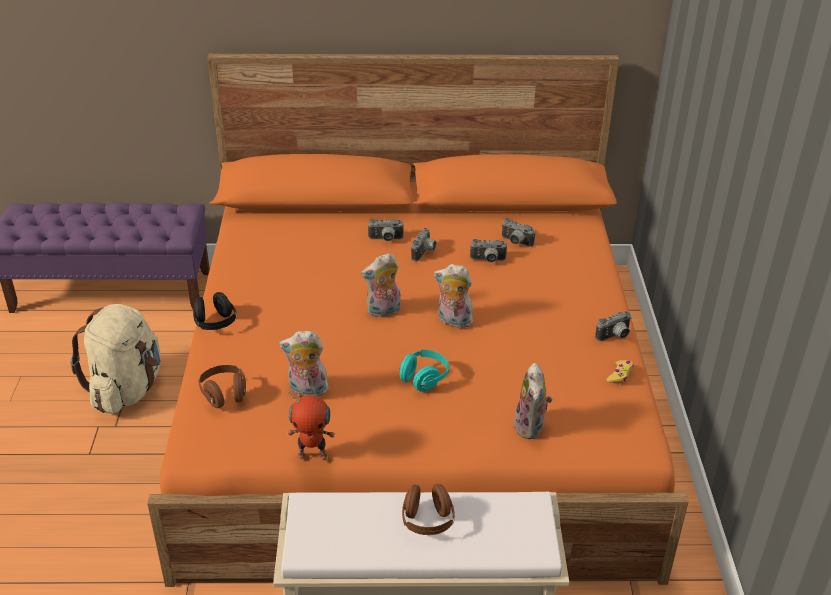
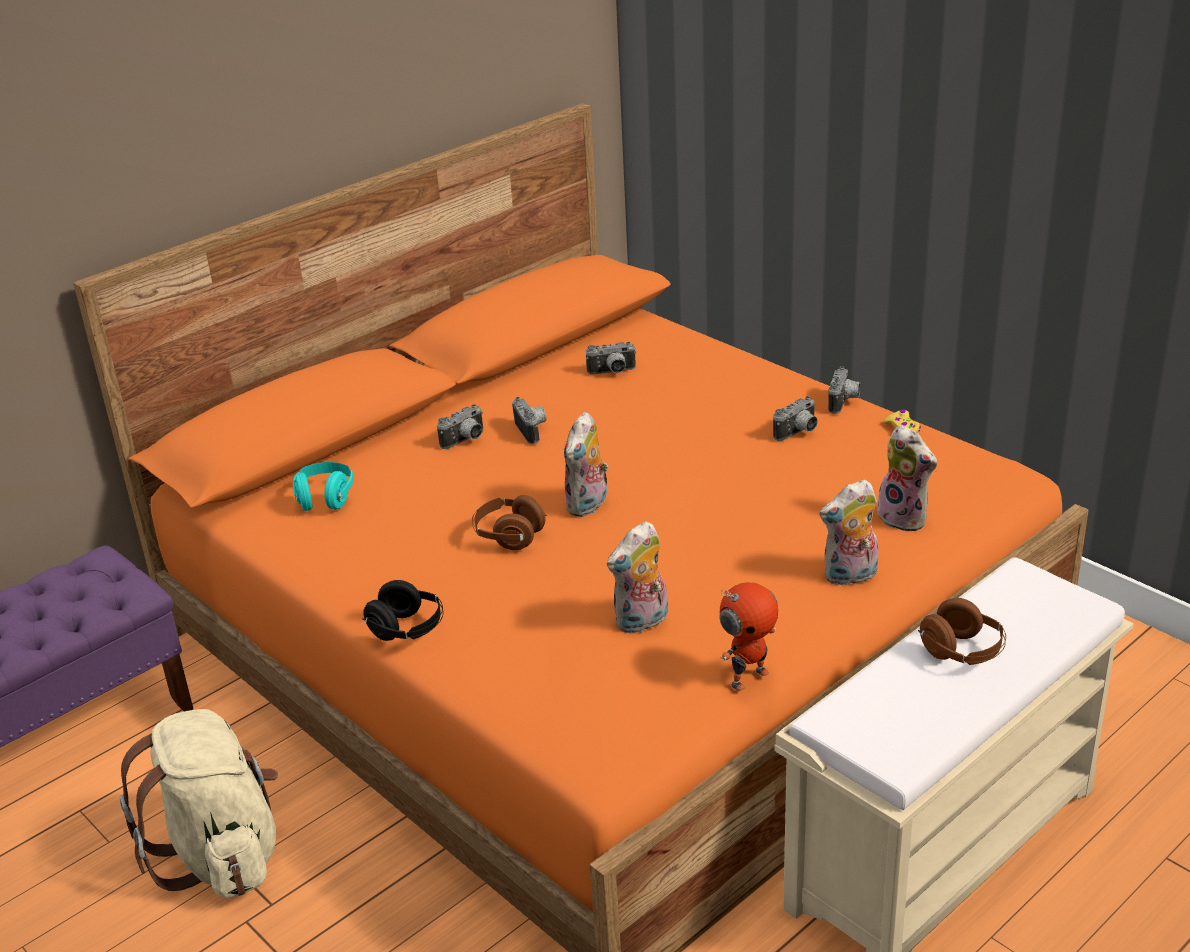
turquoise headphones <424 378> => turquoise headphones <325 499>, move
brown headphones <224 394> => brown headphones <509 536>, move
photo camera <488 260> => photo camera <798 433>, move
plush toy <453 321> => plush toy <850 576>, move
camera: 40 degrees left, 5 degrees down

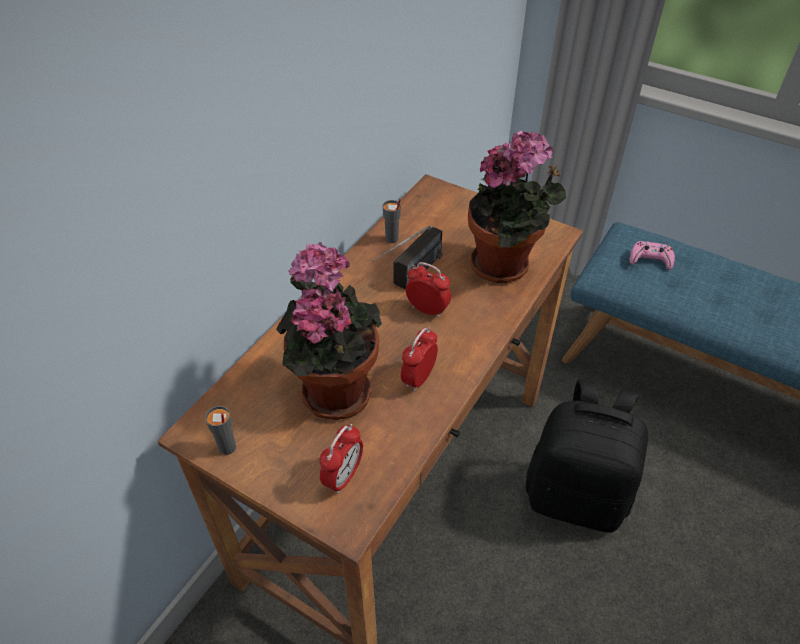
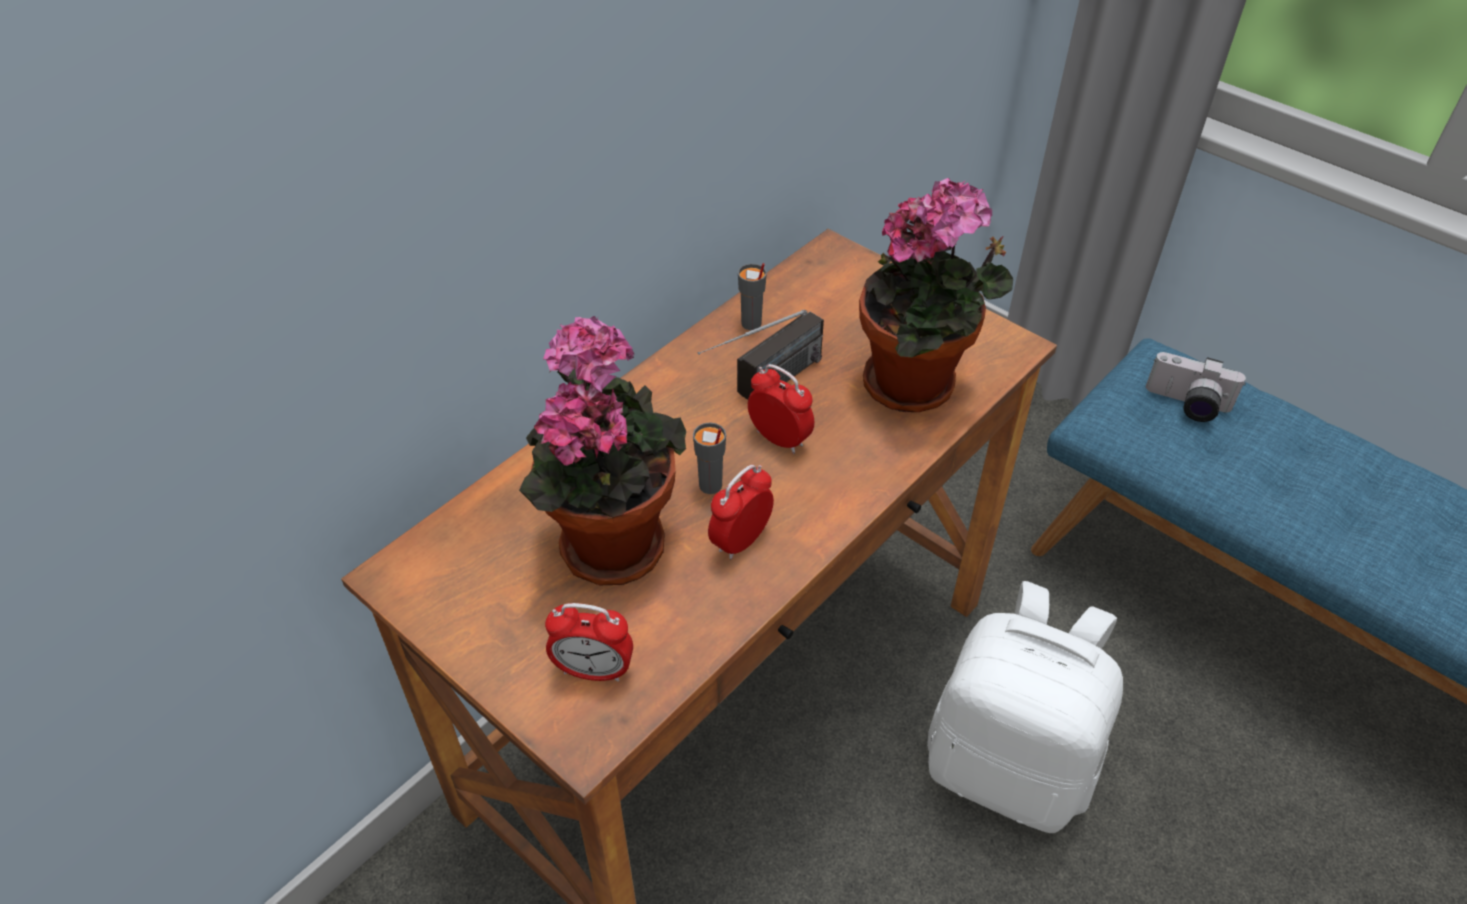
alarm clock <343 477> => alarm clock <593 670>, 60 degrees clockwise
grey cup <227 448> => grey cup <710 486>, move
black backpack <576 495> => white backpack <1008 767>
pink game controller <650 259> => photo camera <1186 405>
camera: 10 degrees right, 0 degrees up

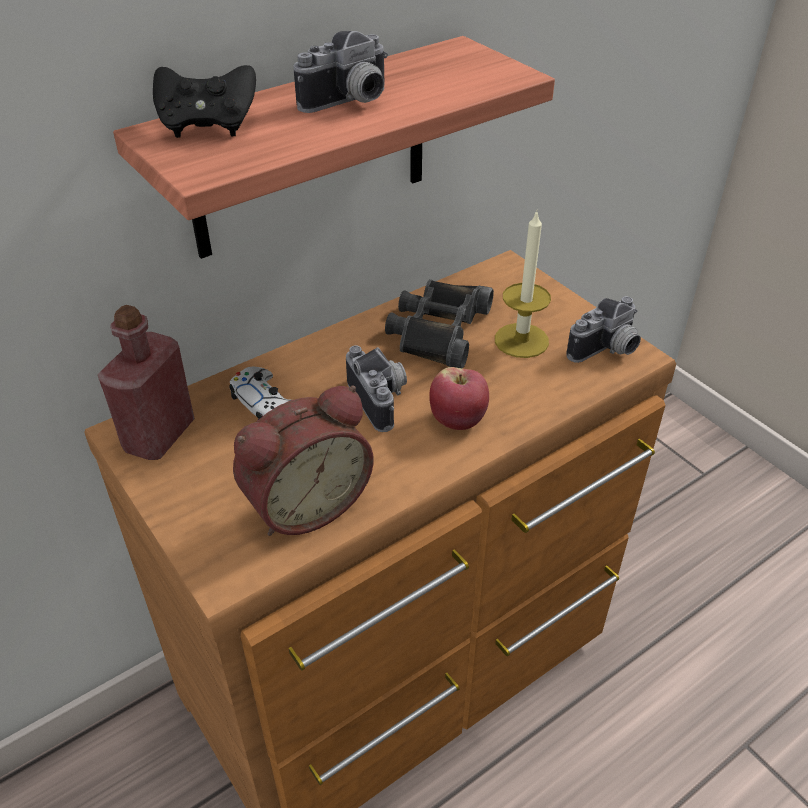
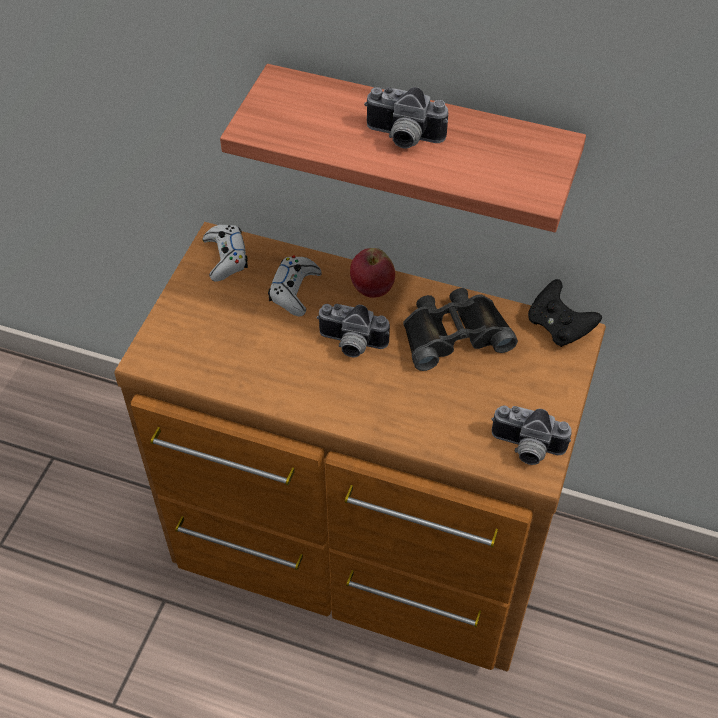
red bottle <159 435> => white game controller <226 257>
photo camera <382 400> => photo camera <351 345>, 75 degrees clockwise
apple <458 421> => apple <372 289>, move
black game controller <208 126> => black game controller <558 327>, move
alarm clock <305 503> => nothing
candle <521 340> => nothing
camera: 55 degrees right, 10 degrees up

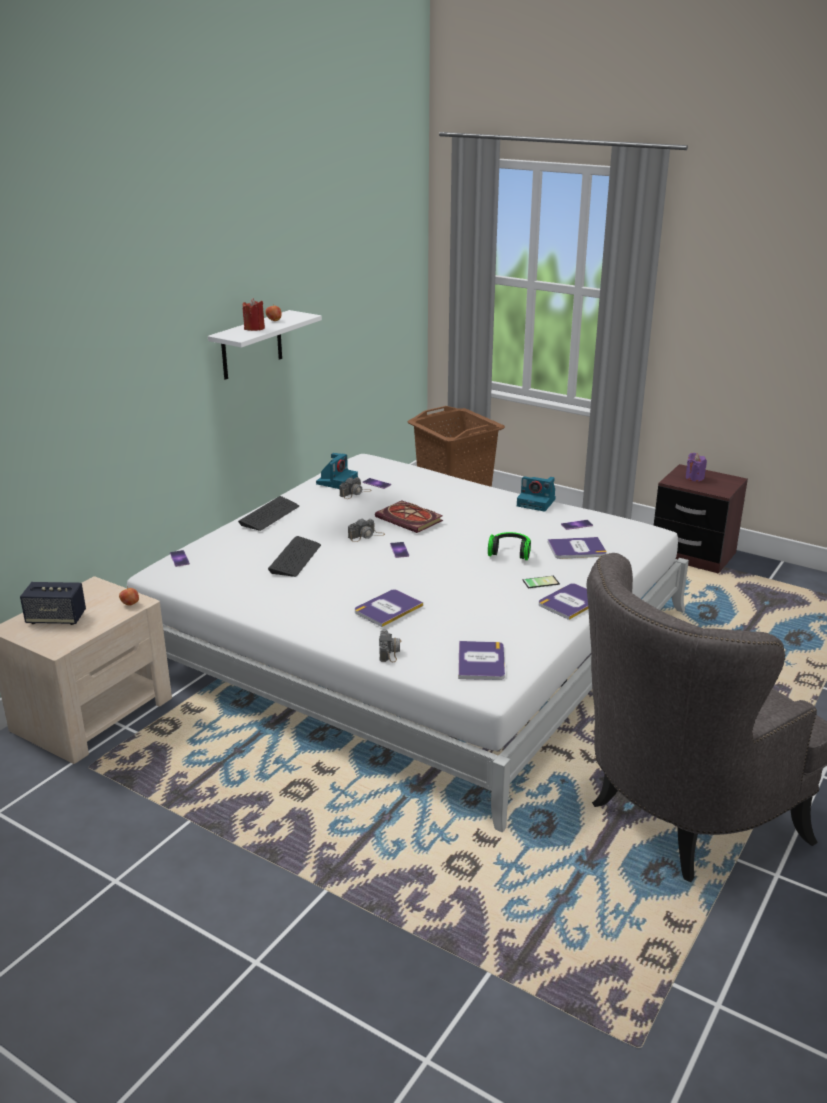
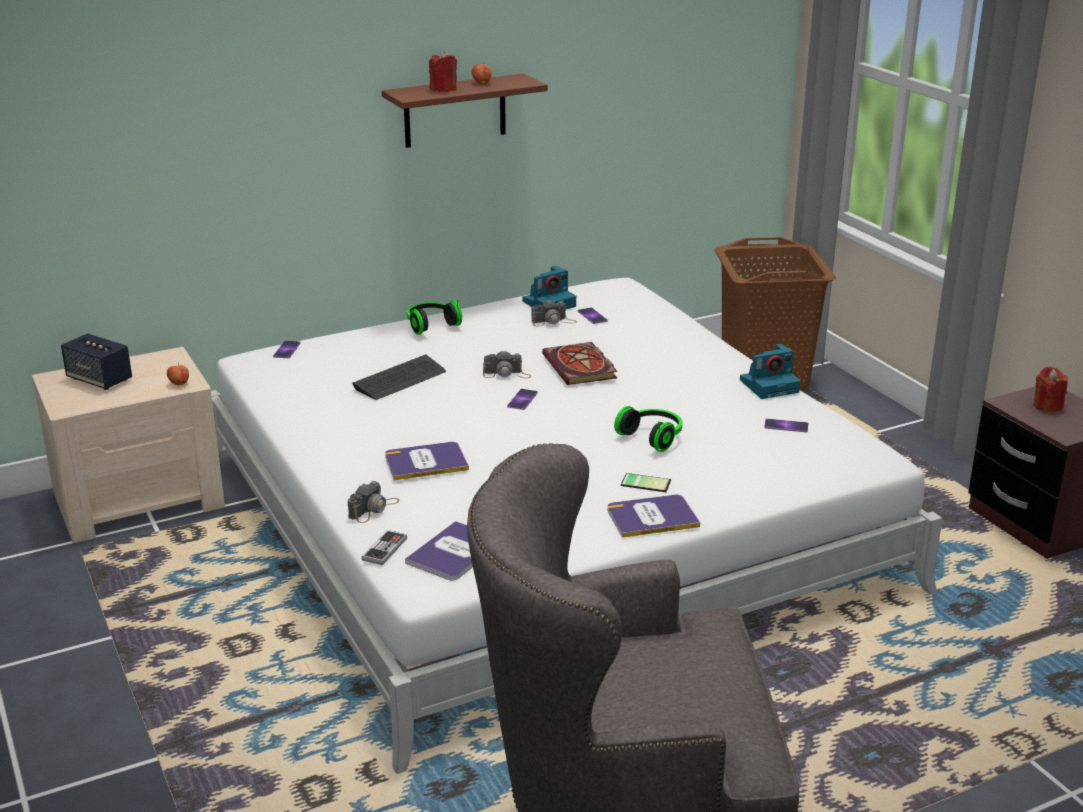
nothing => game controller <384 549>
white shelf <251 345> => brown shelf <455 111>
keyboard <269 515> => headphones <431 325>
photo camera <537 502> => photo camera <770 385>, 75 degrees counterclockwise
purple candle <694 478> => red candle <1047 406>
book <577 549> => nothing
camera: 30 degrees right, 0 degrees up

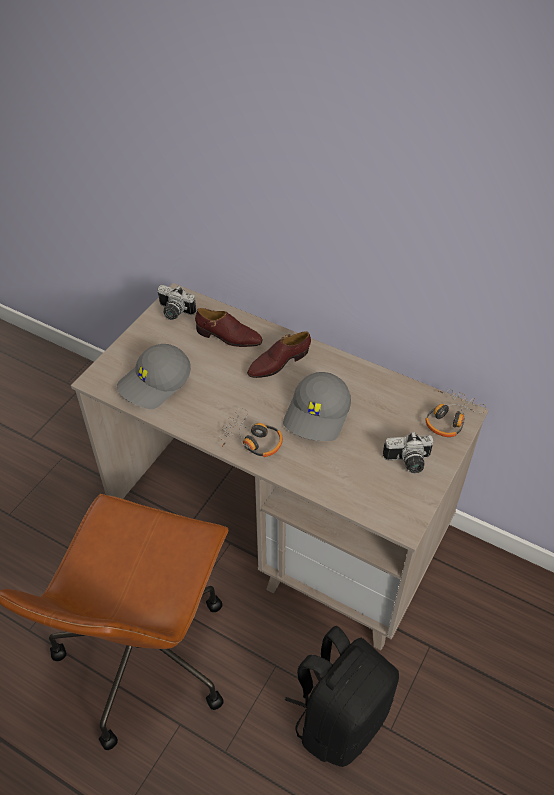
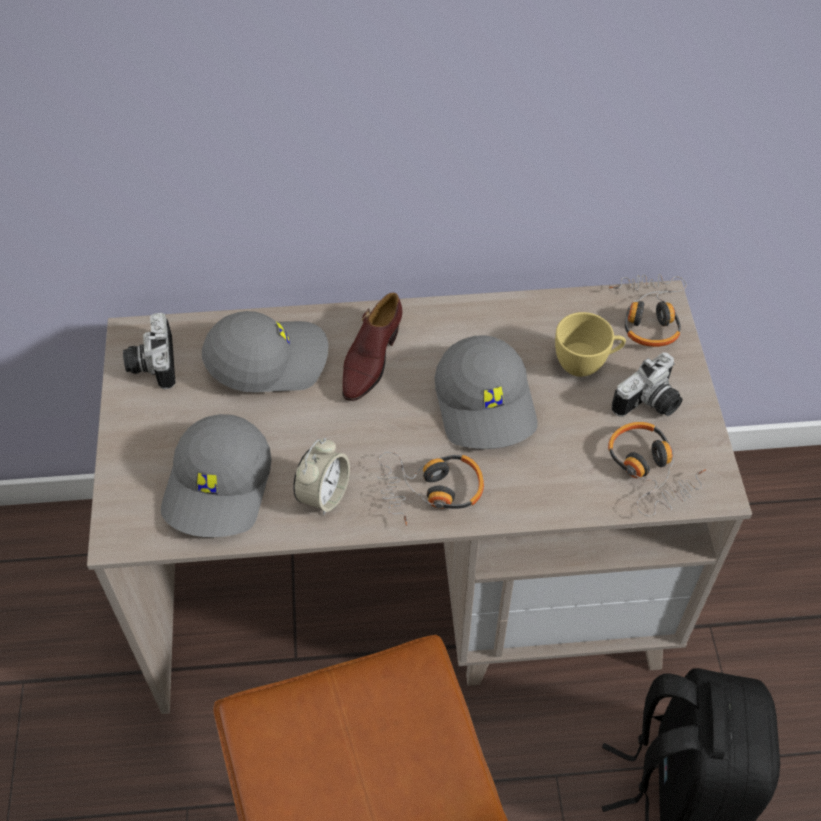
photo camera <174 312> => photo camera <151 364>, 90 degrees clockwise
brown shoe <228 337> => grey cap <267 359>
nothing => alarm clock <323 495>
nothing => yellow cup <586 363>
nothing => headphones <650 472>
camera: 35 degrees left, 5 degrees up

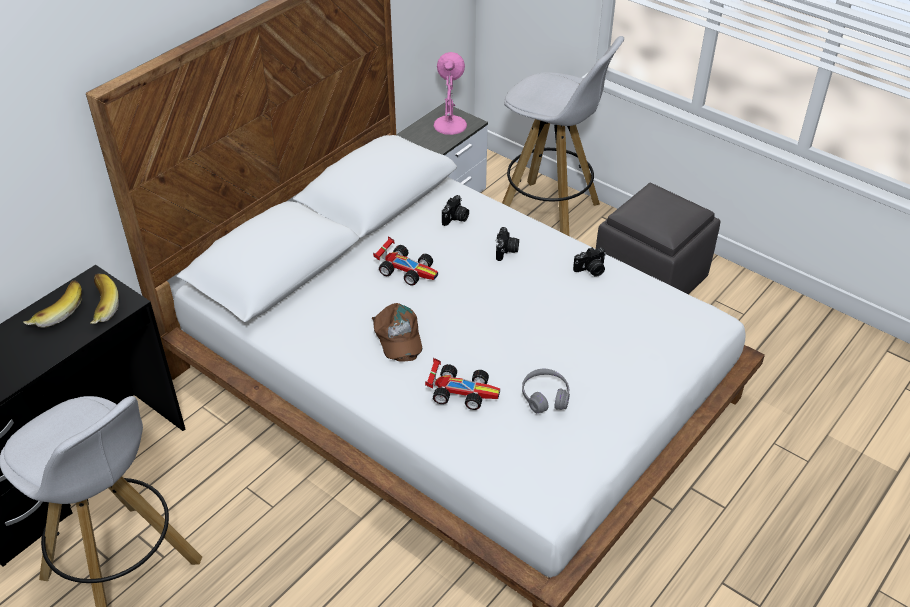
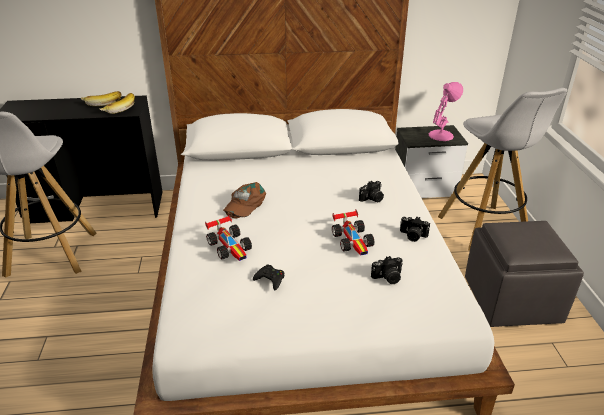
grey headphones <545 396> => black game controller <270 279>
toy car <407 269> => toy car <353 240>, move
photo camera <455 218> => photo camera <388 278>, move
camera: 45 degrees right, 10 degrees down

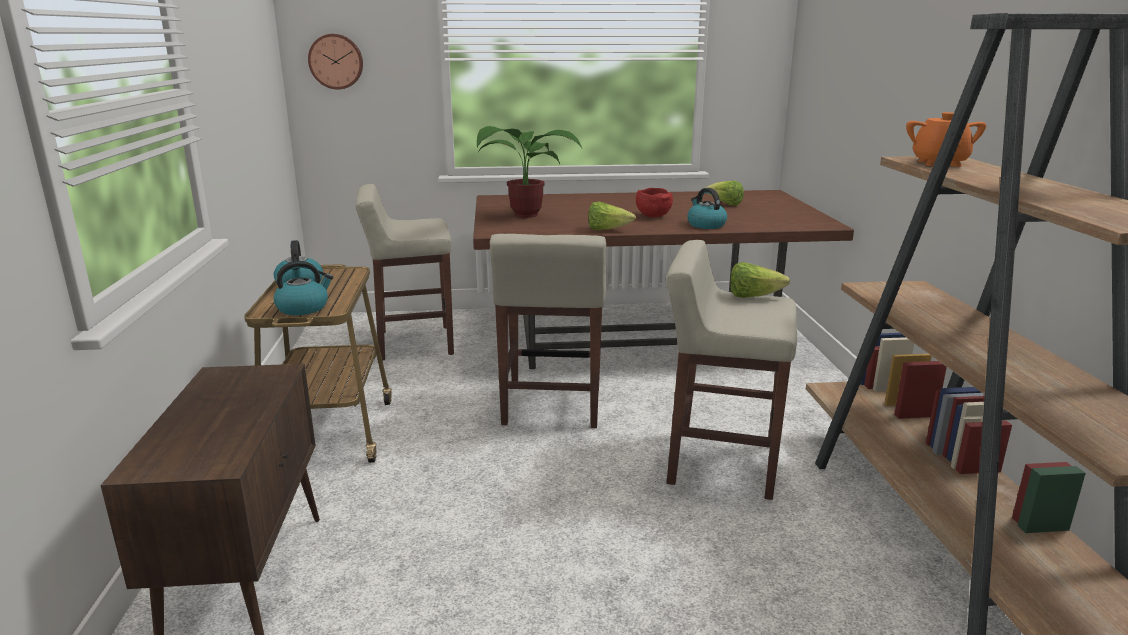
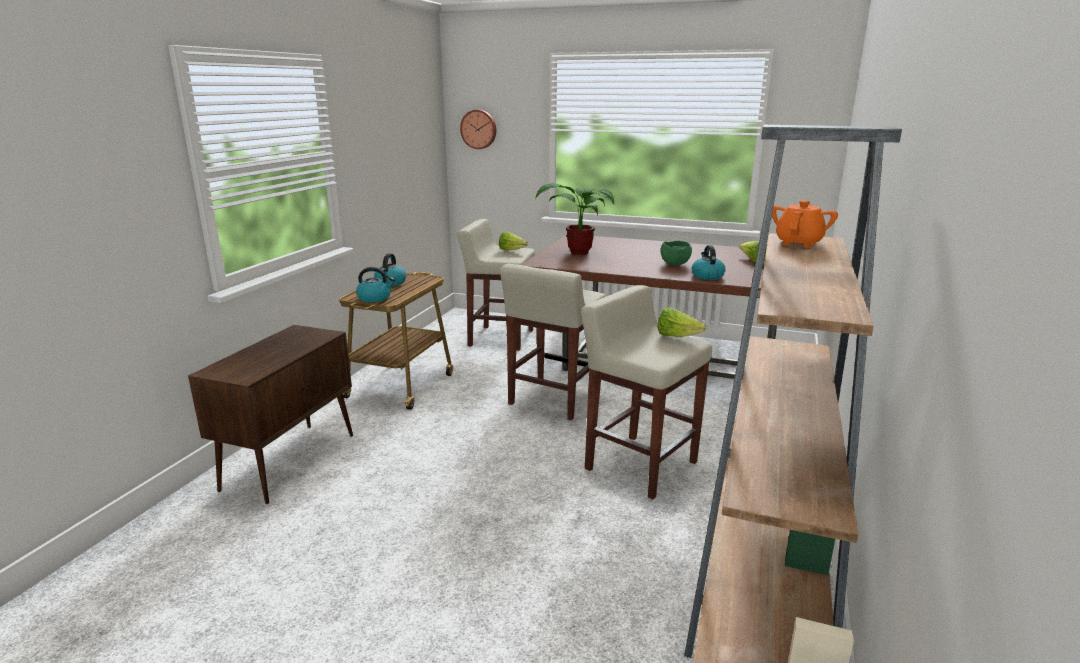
lettuce <607 230> => lettuce <512 251>, move
red bowl <652 216> => green bowl <674 264>
camera: 25 degrees right, 0 degrees up

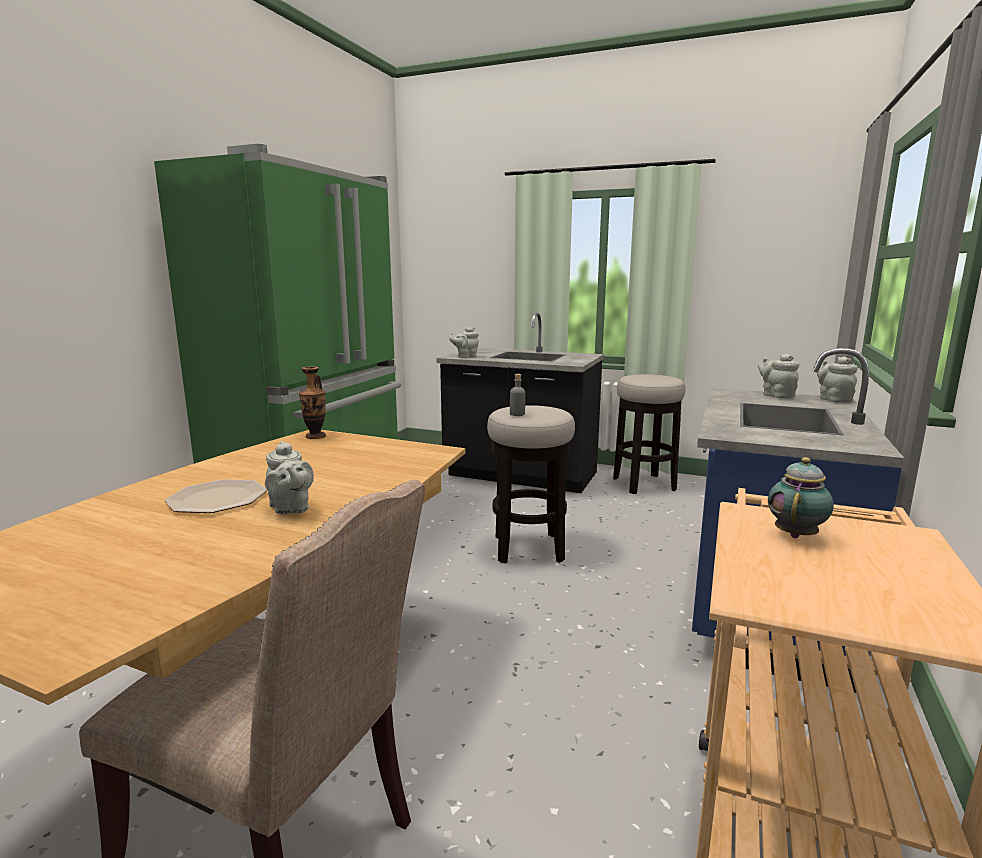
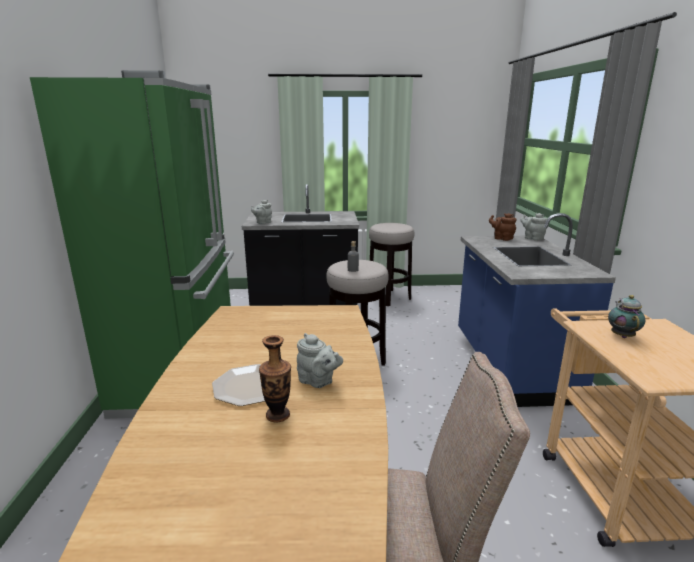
vase <315 436> => vase <278 415>, move
grey teapot <776 395> => brown teapot <502 238>
camera: 25 degrees left, 5 degrees up

